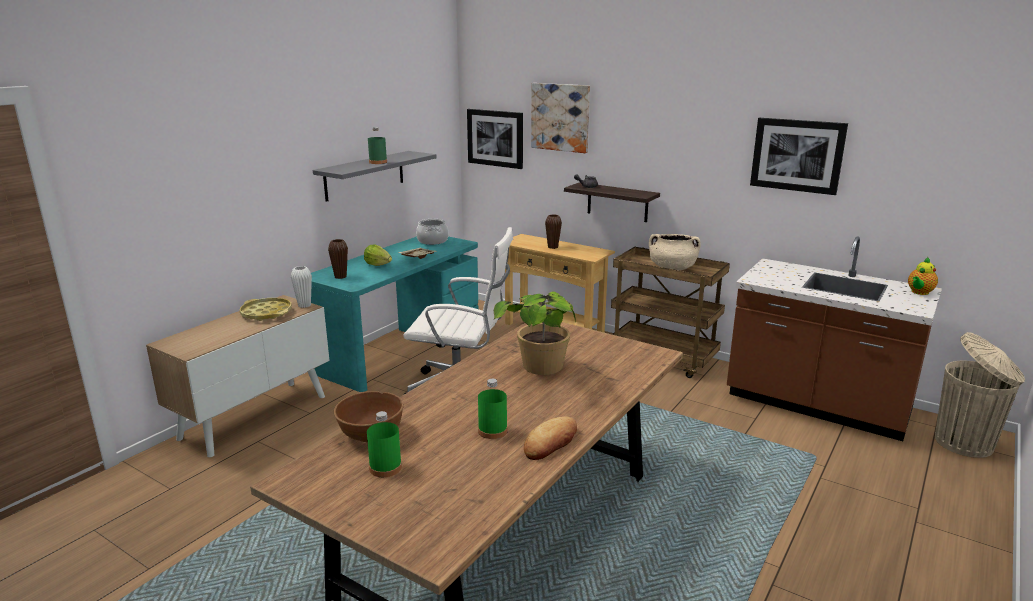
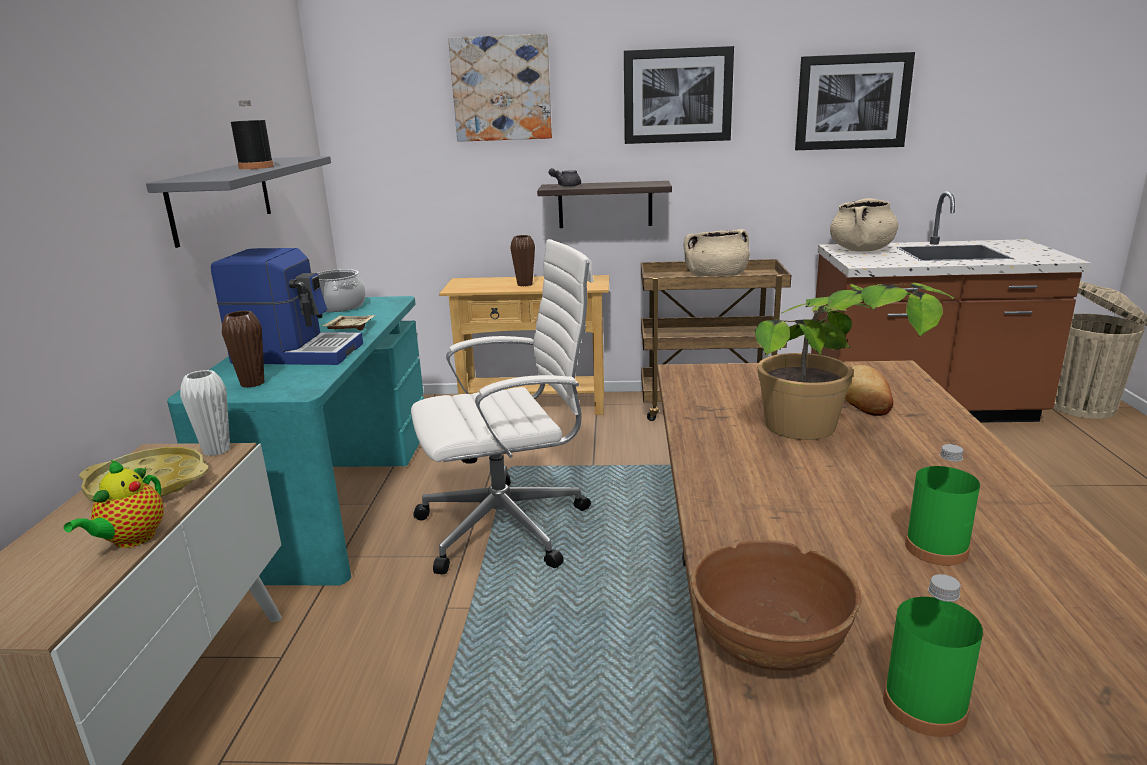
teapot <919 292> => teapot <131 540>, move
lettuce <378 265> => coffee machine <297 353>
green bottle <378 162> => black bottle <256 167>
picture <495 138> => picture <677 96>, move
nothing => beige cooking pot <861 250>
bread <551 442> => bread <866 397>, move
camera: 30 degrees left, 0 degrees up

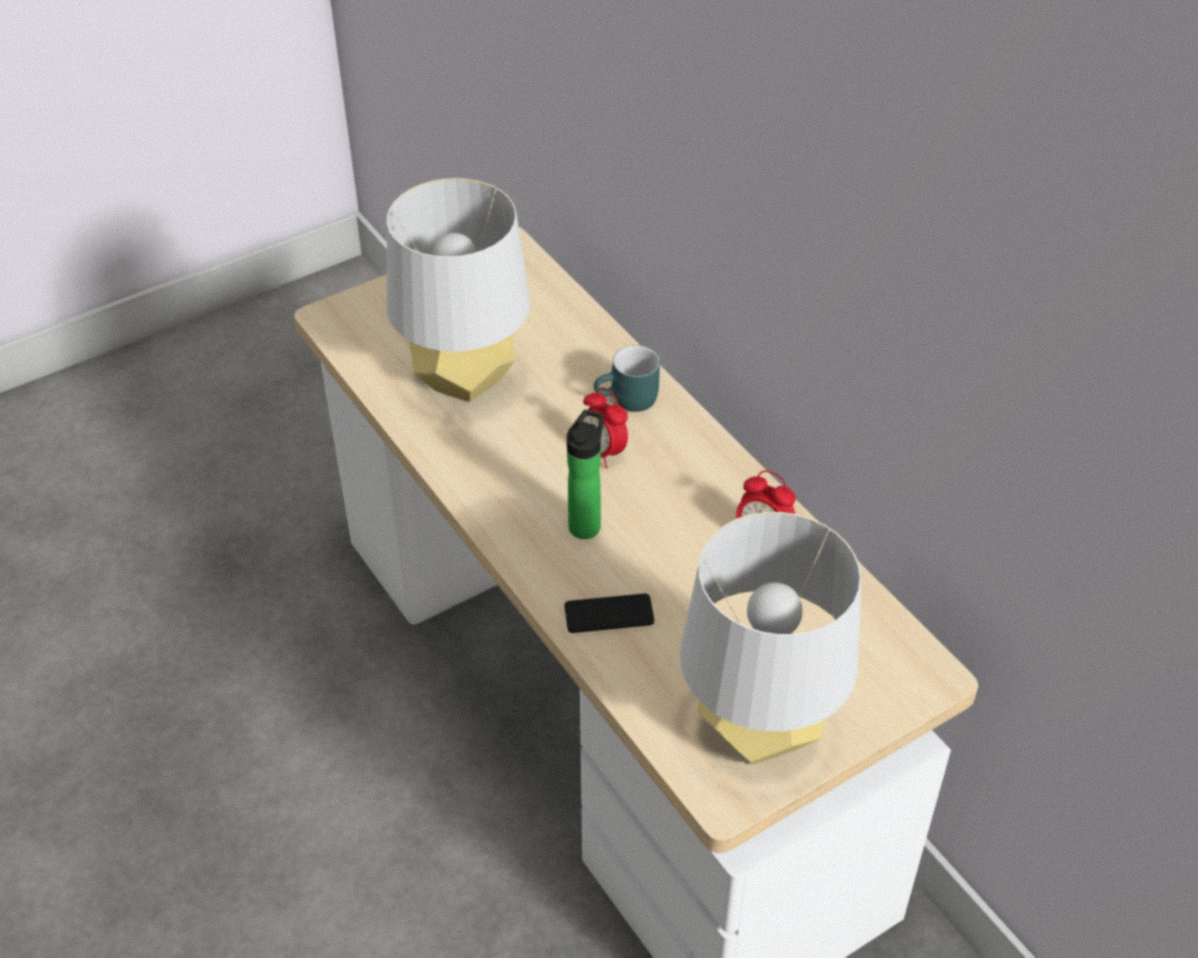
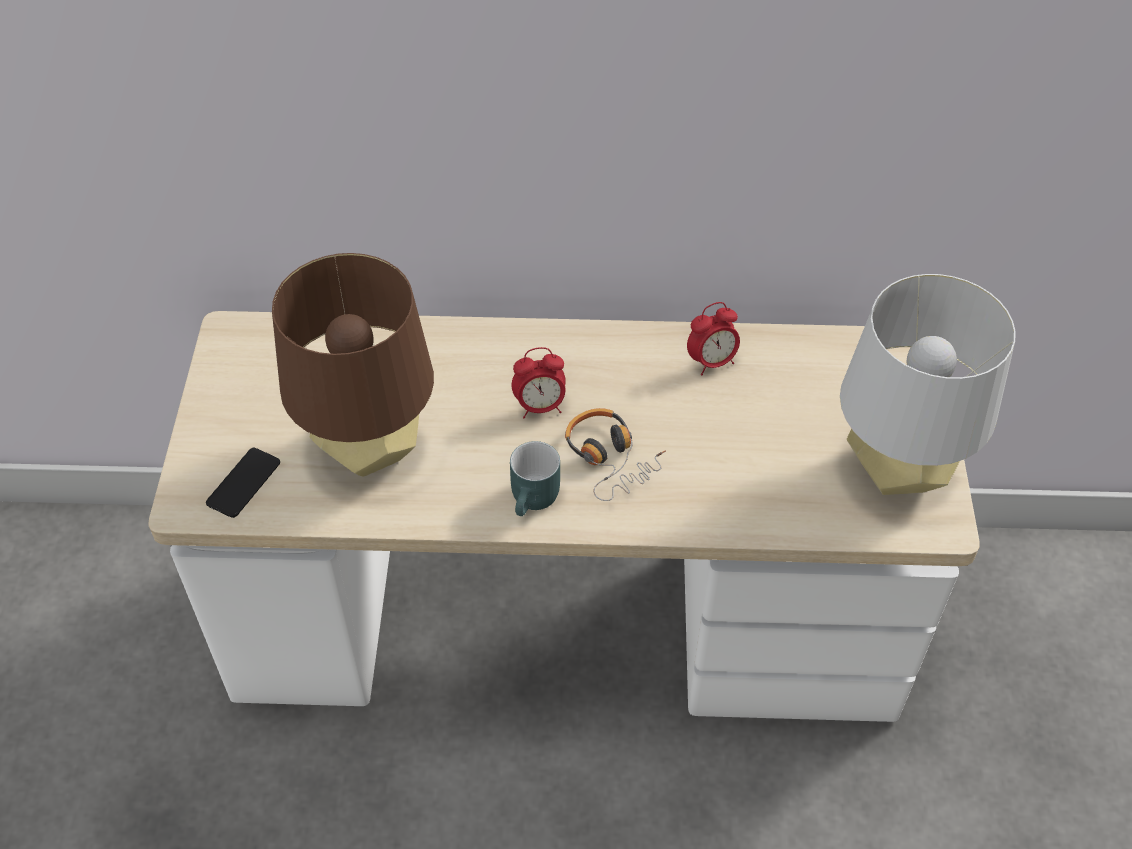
phone <609 614> => phone <243 483>, move
grey table lamp <465 380> => brown table lamp <369 449>
turquoise mug <628 402> => turquoise mug <536 500>, move
bottle <586 524> => headphones <610 458>
camera: 55 degrees left, 5 degrees up

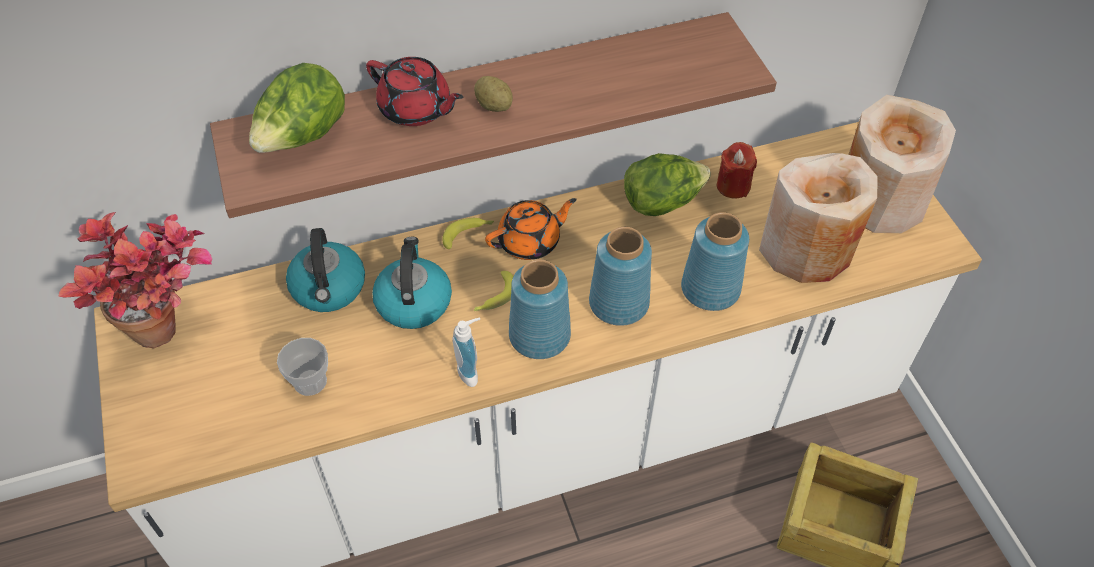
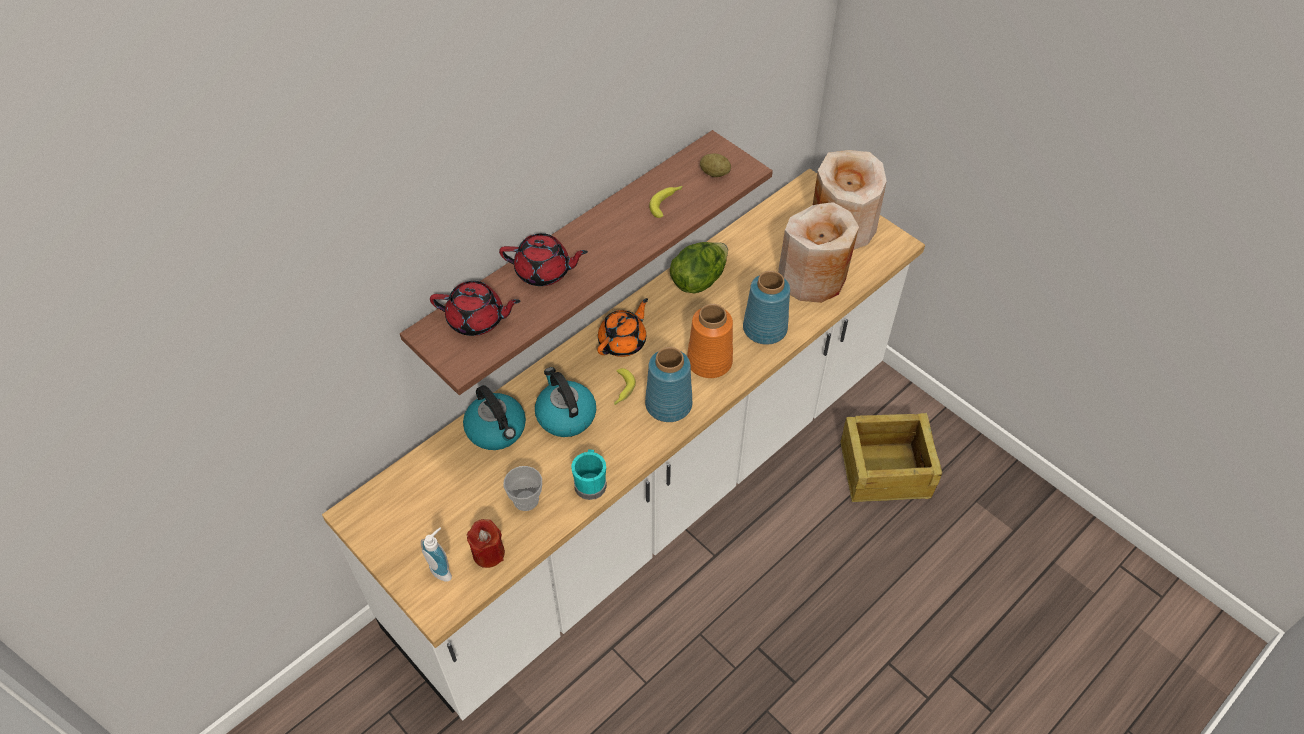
soap dispenser <471 371> => soap dispenser <443 569>, move
lettuce <303 138> => red teapot <477 320>
red candle <733 186> => red candle <488 553>, move
nothing => turquoise mug <590 482>
banana <468 234> => banana <667 203>, move
blue vase <618 302> => orange vase <709 361>
potato <494 106> => potato <714 173>, move
potted plant <173 332> => nothing
camera: 25 degrees left, 0 degrees up

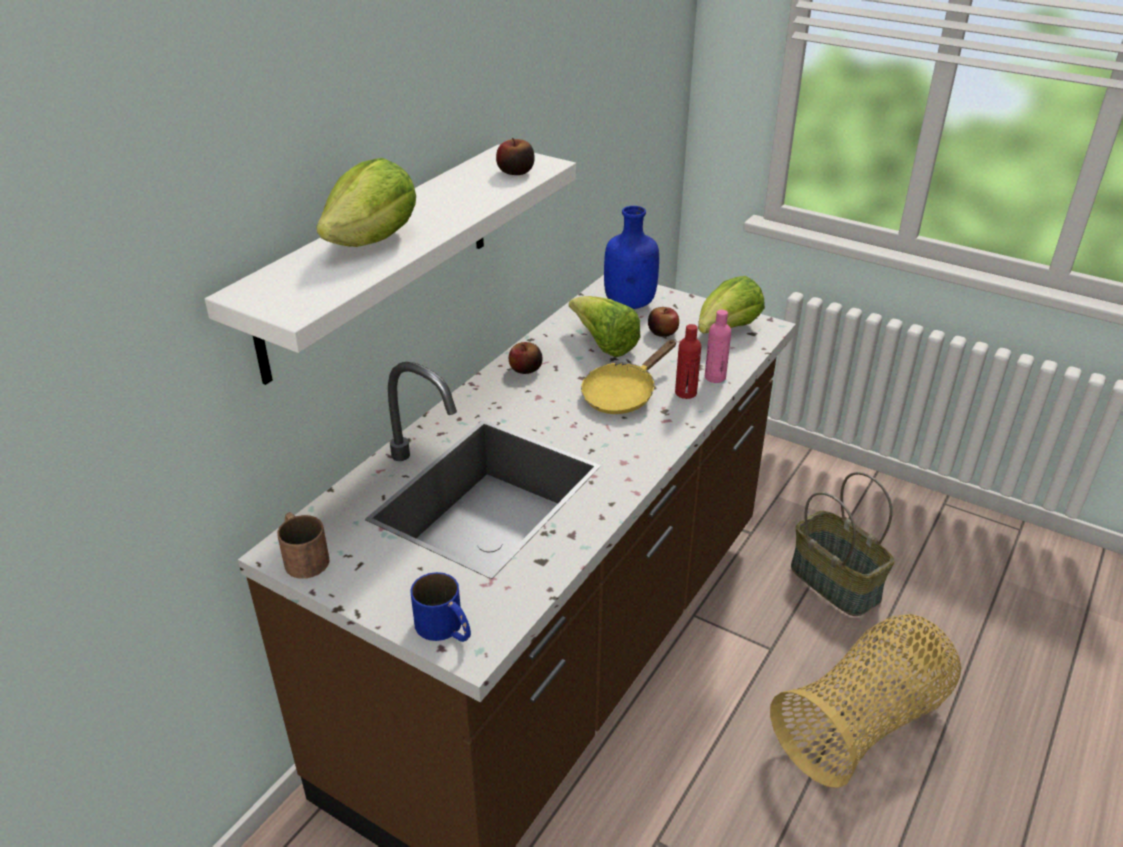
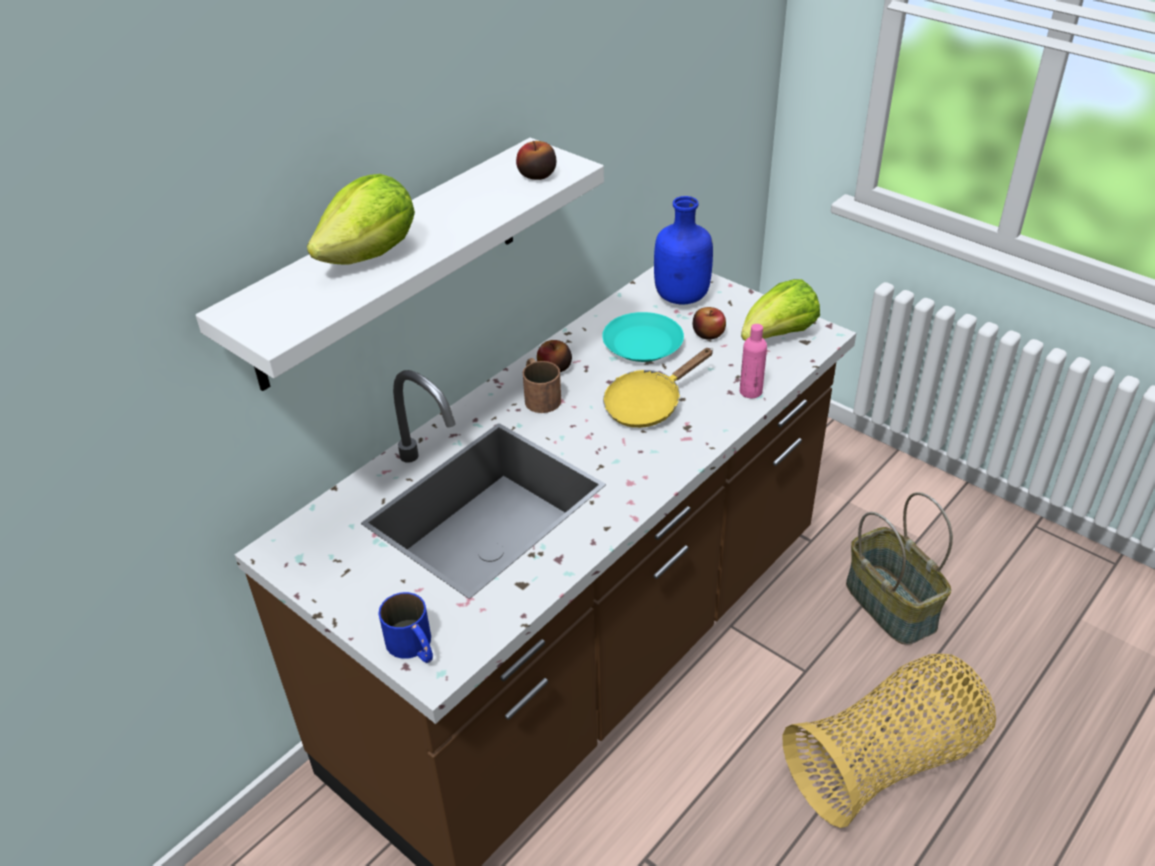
brown mug <302 556> => brown mug <539 395>, move
lettuce <604 345> => turquoise plate <642 345>
red bottle <685 393> => nothing
camera: 10 degrees right, 5 degrees up

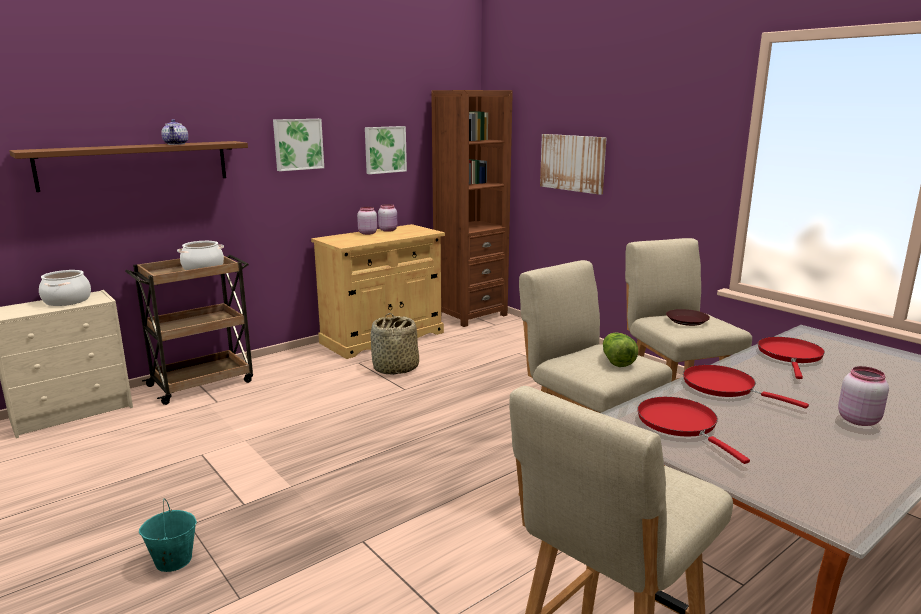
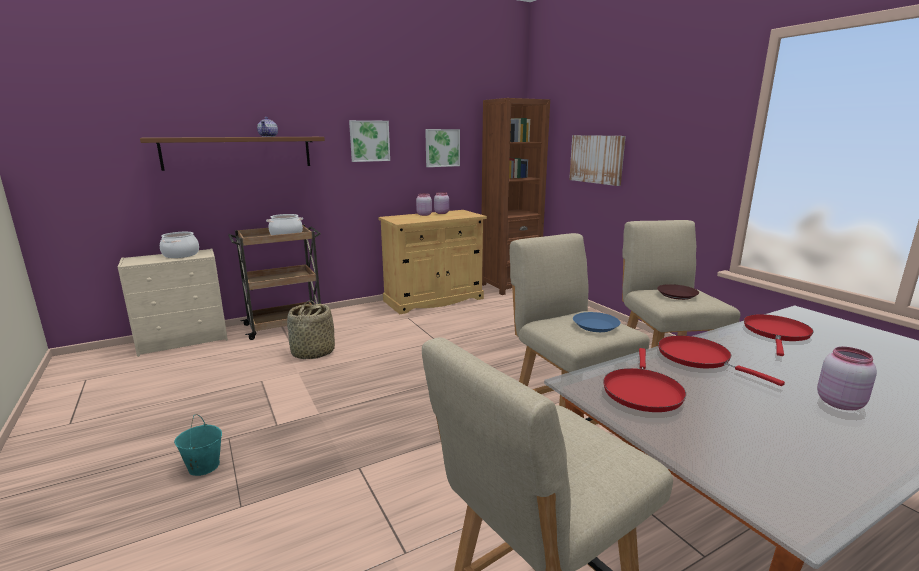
basket <395 368> => basket <312 352>, move
lettuce <616 360> => blue plate <595 326>
red frying pan <680 424> => red frying pan <642 391>, 150 degrees counterclockwise
camera: 10 degrees right, 0 degrees up

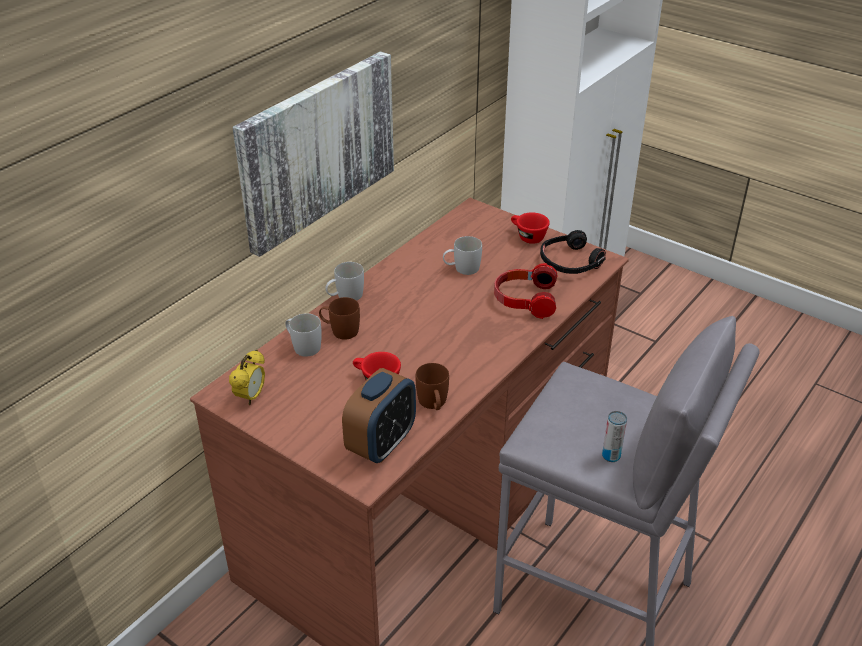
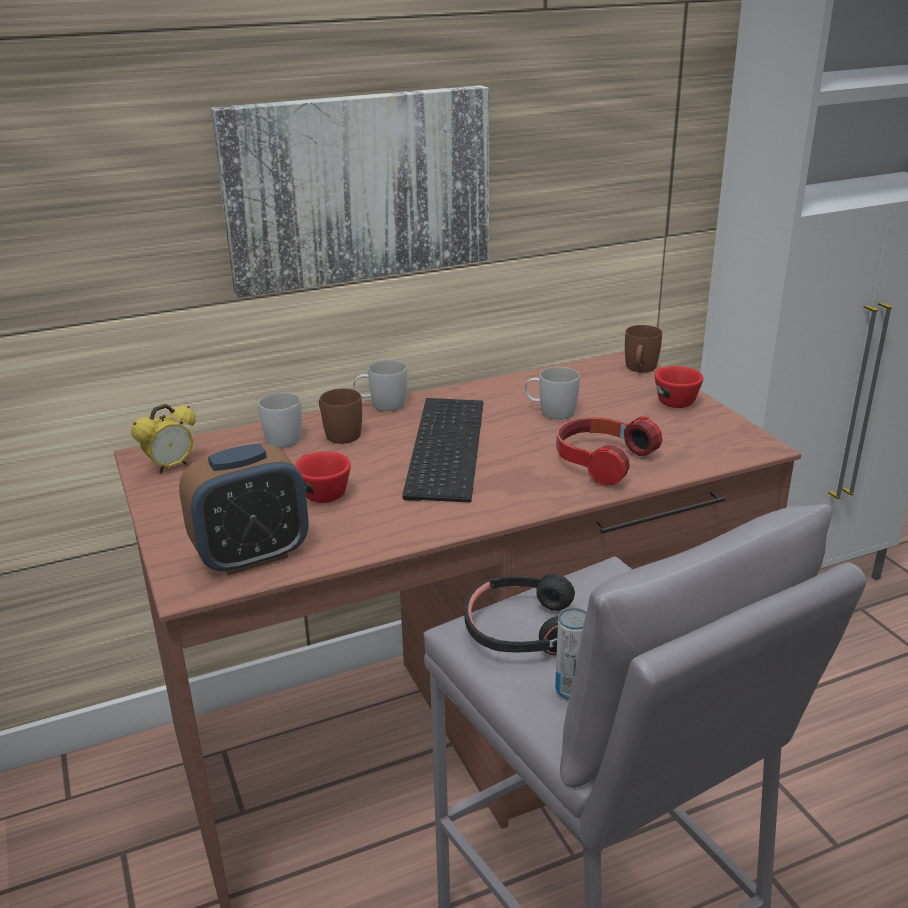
nothing => keyboard <442 446>
black headphones <570 262> => black headphones <520 628>, move
brown mug <433 404> => brown mug <640 369>, move
camera: 30 degrees right, 10 degrees down

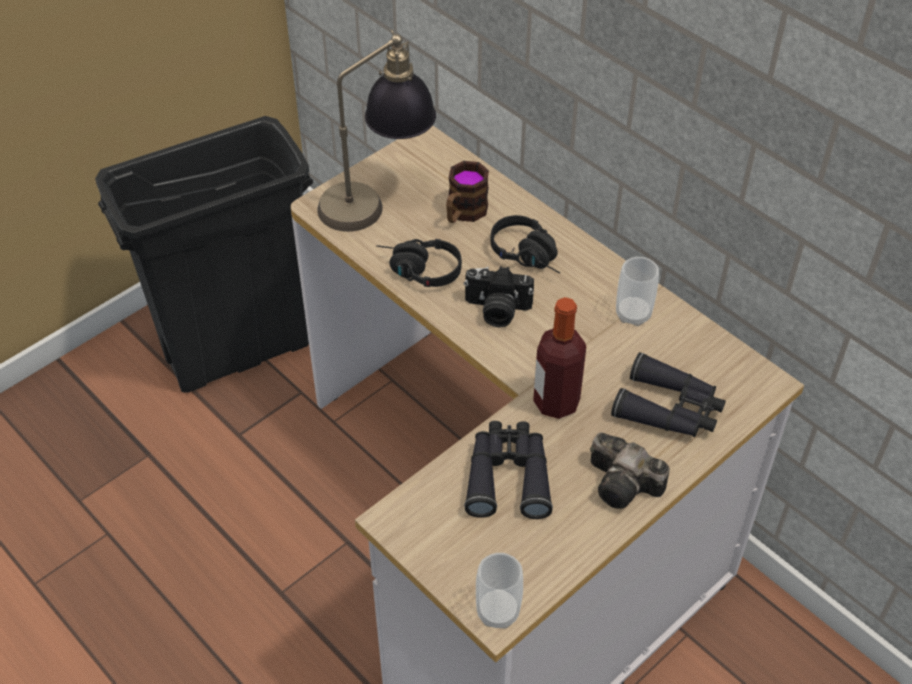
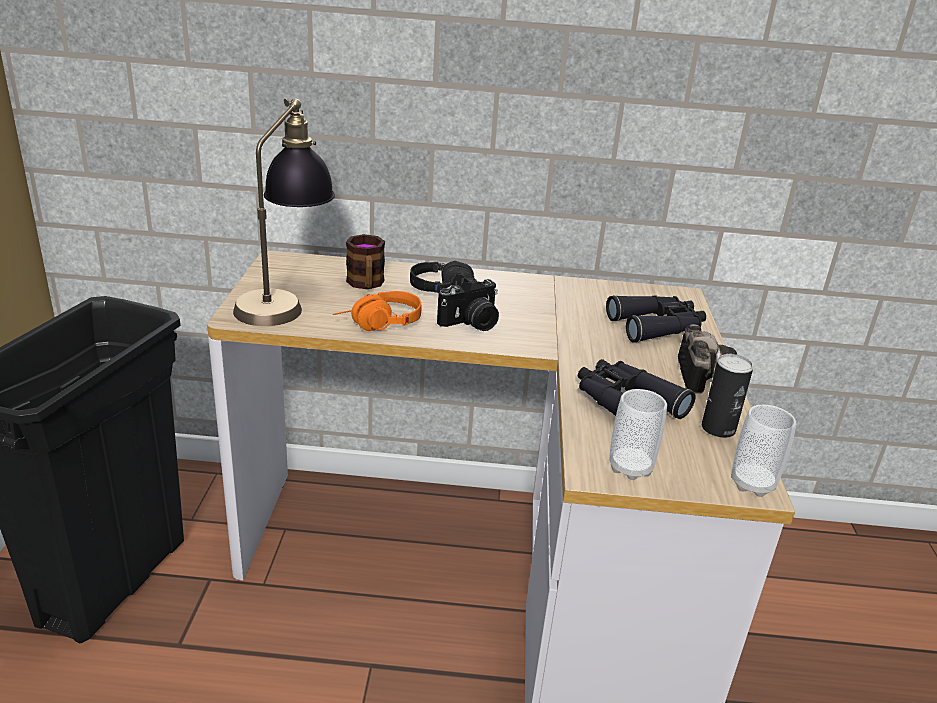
black headphones <417 271> => orange headphones <378 324>
cup <633 314> => cup <630 468>, move
photo camera <625 485> => photo camera <699 373>, 75 degrees counterclockwise
nothing => can <718 428>
bottle <556 402> => nothing
camera: 45 degrees left, 20 degrees down

